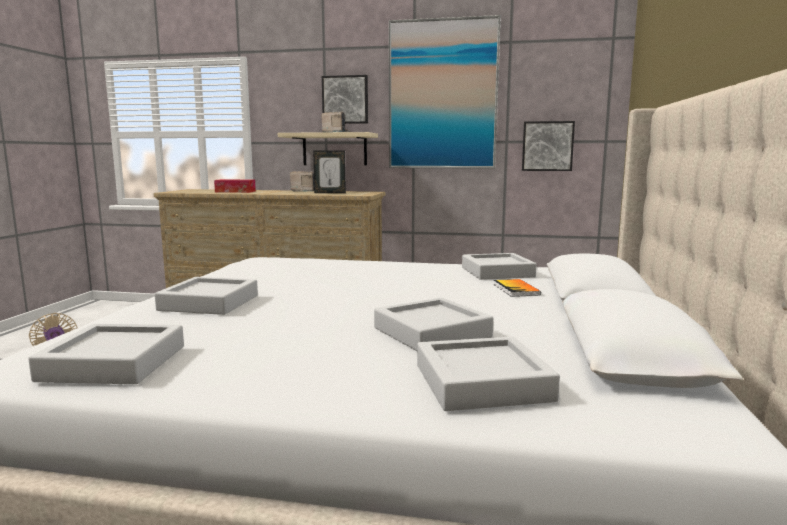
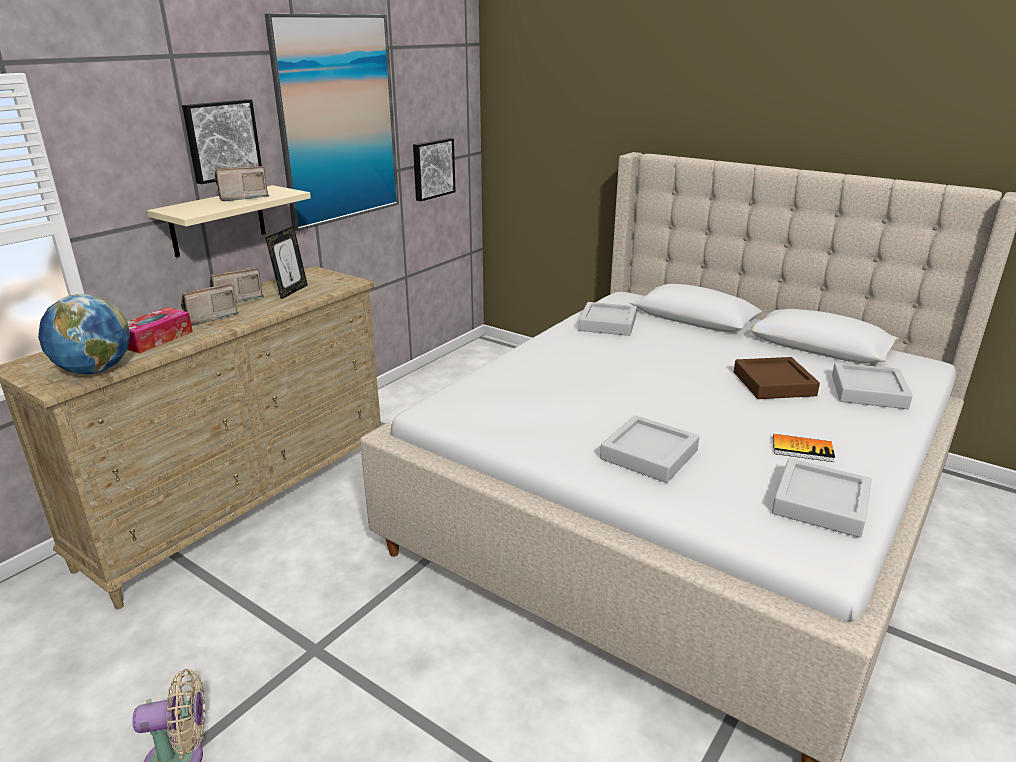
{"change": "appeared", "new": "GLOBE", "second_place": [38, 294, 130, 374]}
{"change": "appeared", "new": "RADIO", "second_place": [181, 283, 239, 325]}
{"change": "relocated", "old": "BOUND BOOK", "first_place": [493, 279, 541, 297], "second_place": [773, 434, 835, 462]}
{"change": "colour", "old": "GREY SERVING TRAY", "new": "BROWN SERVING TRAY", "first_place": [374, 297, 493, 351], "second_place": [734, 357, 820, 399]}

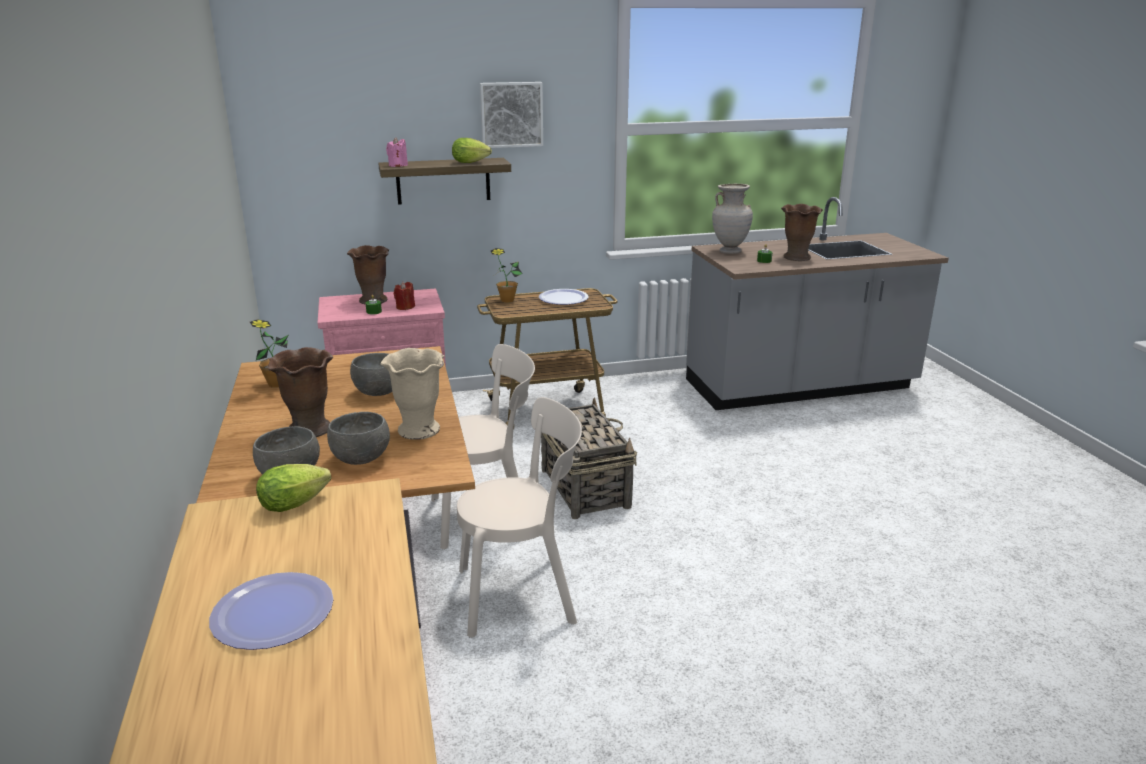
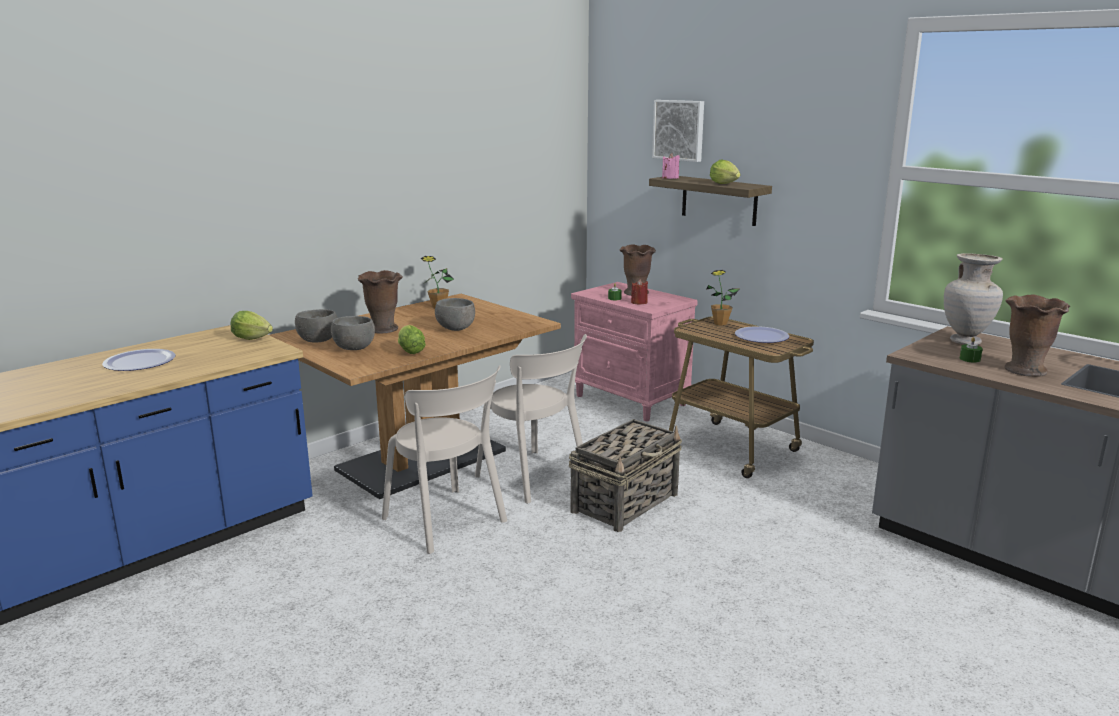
{"change": "relocated", "old": "PICTURE", "first_place": [480, 82, 543, 148], "second_place": [652, 100, 704, 162]}
{"change": "exchanged", "old": "SAND-COLOURED VASE", "new": "HEAD OF LETTUCE", "first_place": [381, 348, 444, 440], "second_place": [398, 325, 426, 354]}

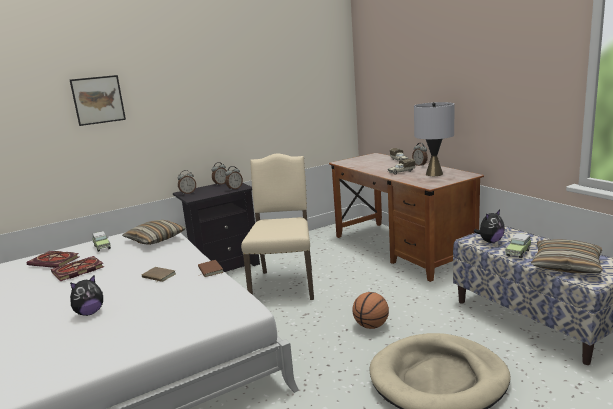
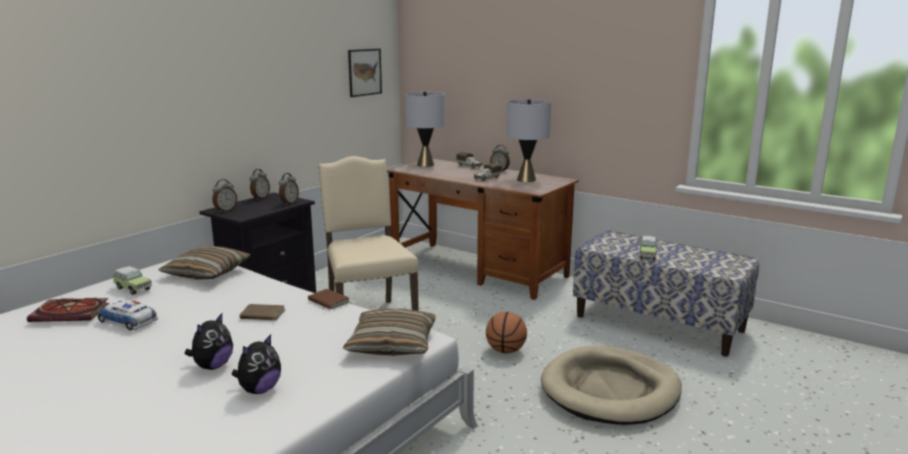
{"change": "appeared", "new": "GREY LAMP FOR A TABLE", "second_place": [405, 91, 445, 167]}
{"change": "relocated", "old": "PICTURE", "first_place": [70, 75, 126, 126], "second_place": [348, 49, 382, 97]}
{"change": "relocated", "old": "PLUSH TOY", "first_place": [474, 210, 505, 243], "second_place": [231, 334, 281, 394]}
{"change": "relocated", "old": "PILLOW", "first_place": [531, 239, 603, 273], "second_place": [343, 309, 436, 356]}
{"change": "exchanged", "old": "BOUND BOOK", "new": "MINIATURE CAR", "first_place": [51, 256, 104, 281], "second_place": [98, 300, 158, 330]}

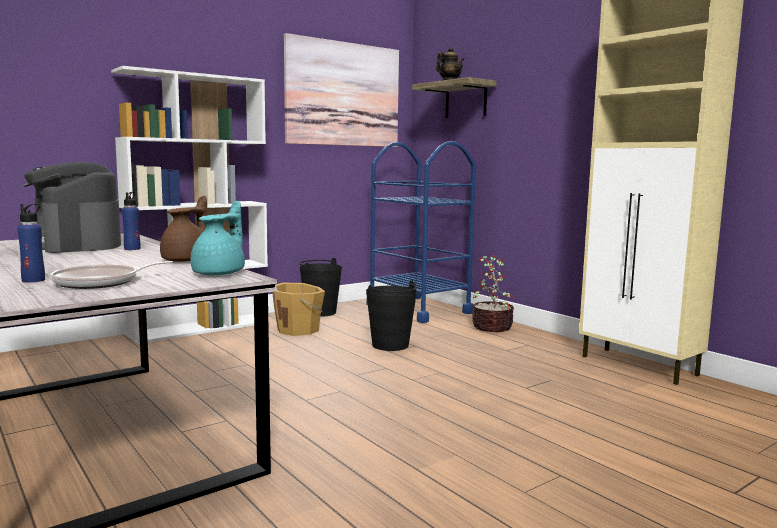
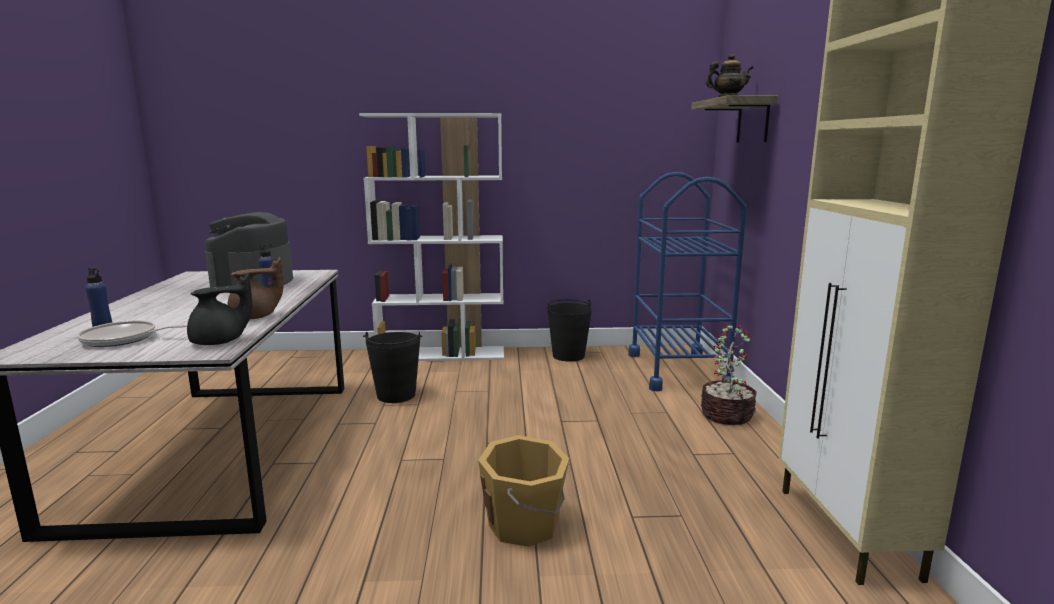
{"change": "missing", "old": "PICTURE", "first_place": [284, 33, 399, 147]}
{"change": "relocated", "old": "ORANGE BUCKET", "first_place": [272, 283, 325, 336], "second_place": [478, 435, 569, 547]}
{"change": "relocated", "old": "BLACK BUCKET", "first_place": [366, 280, 417, 351], "second_place": [363, 331, 422, 403]}
{"change": "colour", "old": "TURQUOISE-COLOURED POT FOR TEA", "new": "BLACK POT FOR TEA", "first_place": [191, 201, 245, 275], "second_place": [187, 273, 252, 345]}

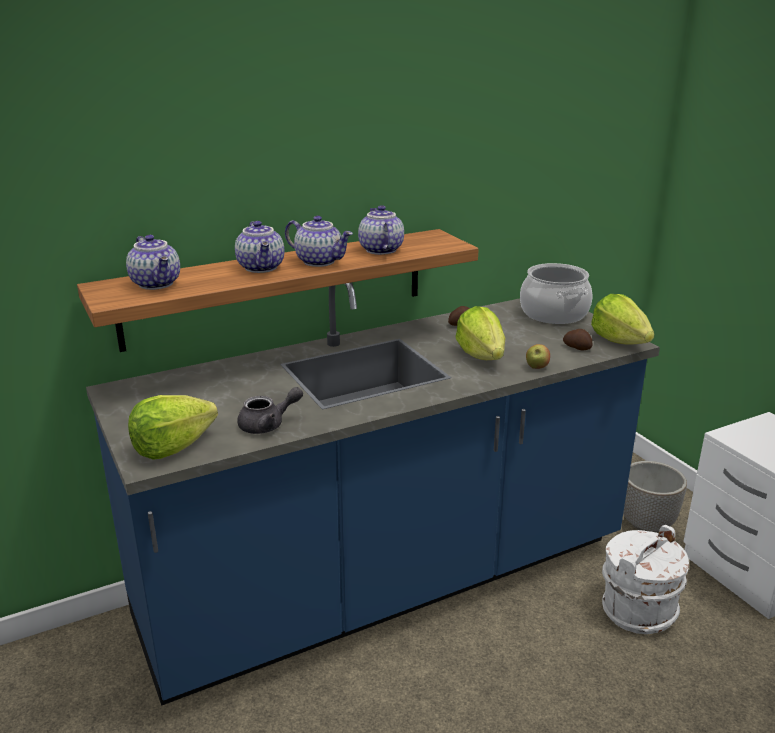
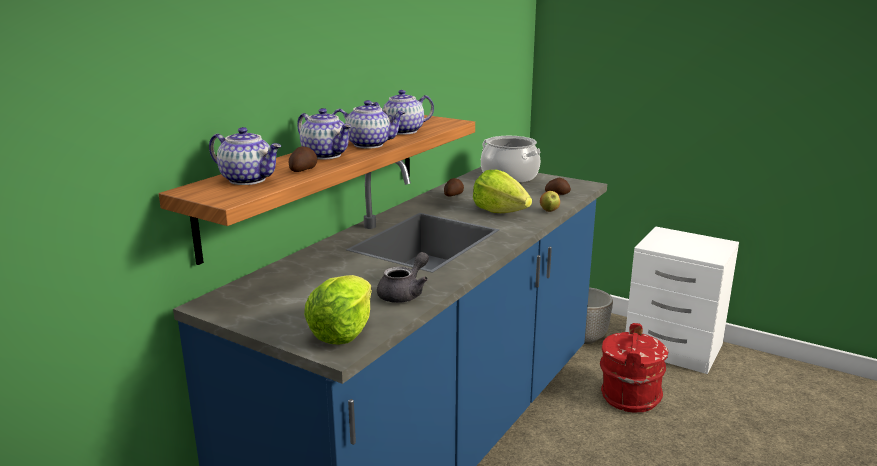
{"change": "missing", "old": "HEAD OF LETTUCE", "first_place": [591, 294, 654, 345]}
{"change": "appeared", "new": "POTATO", "second_place": [289, 146, 317, 172]}
{"change": "colour", "old": "WHITE BUCKET", "new": "REDDISH BUCKET", "first_place": [602, 525, 689, 634], "second_place": [600, 323, 668, 413]}
{"change": "spun", "old": "POT FOR TEA", "first_place": [358, 205, 404, 255], "second_place": [371, 90, 434, 135], "degrees": -75}

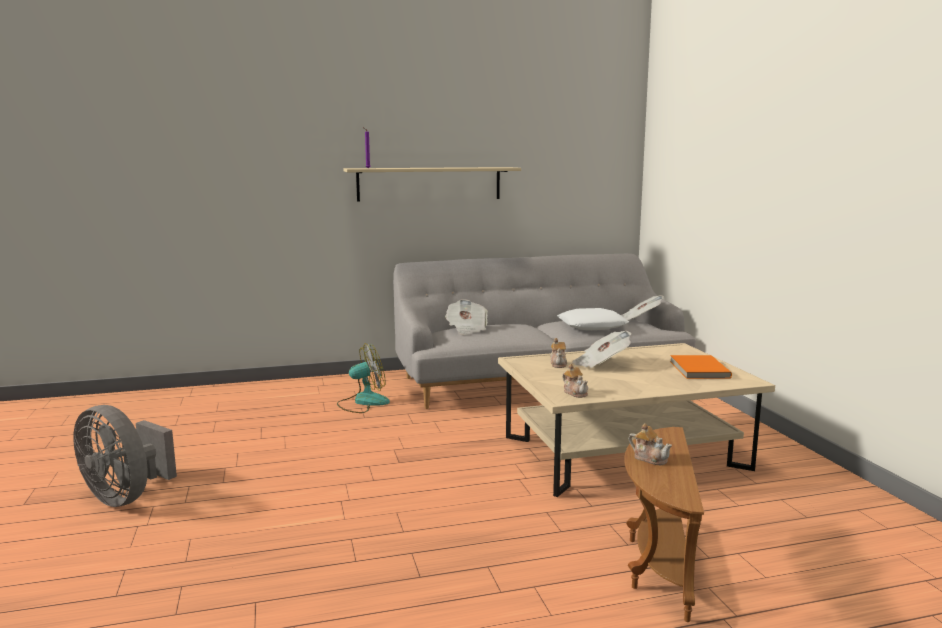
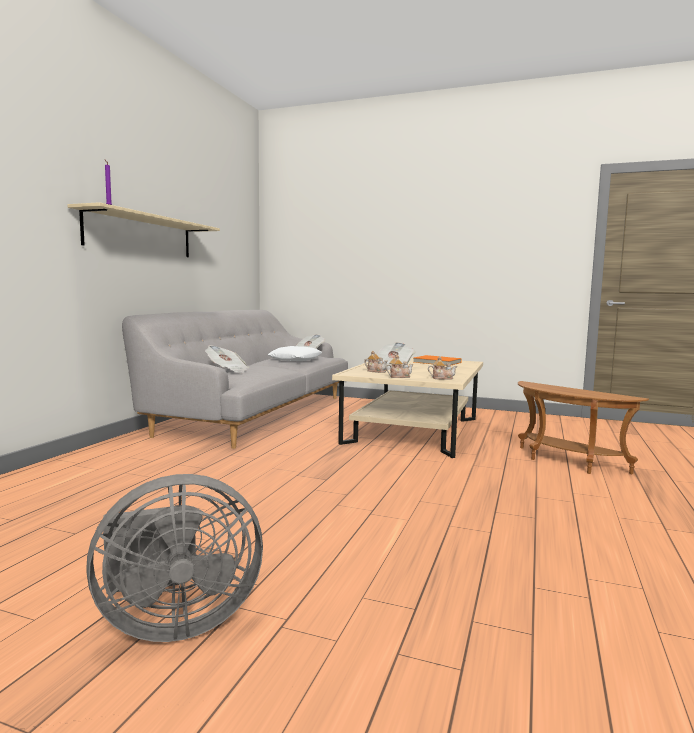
{"change": "missing", "old": "FAN", "first_place": [337, 343, 390, 413]}
{"change": "relocated", "old": "POT FOR TEA", "first_place": [629, 423, 672, 465], "second_place": [385, 355, 414, 378]}

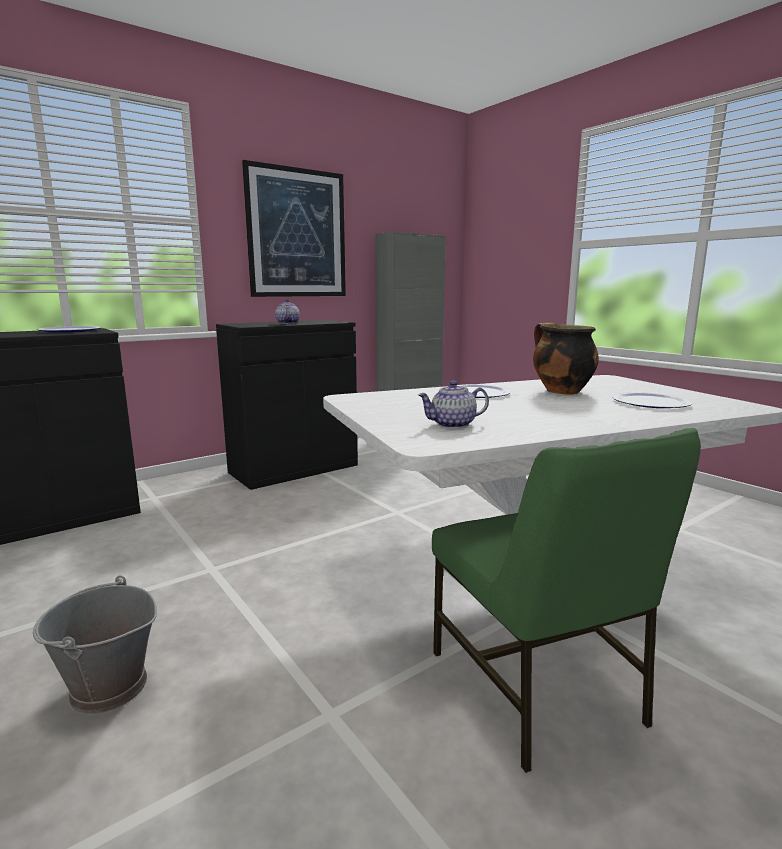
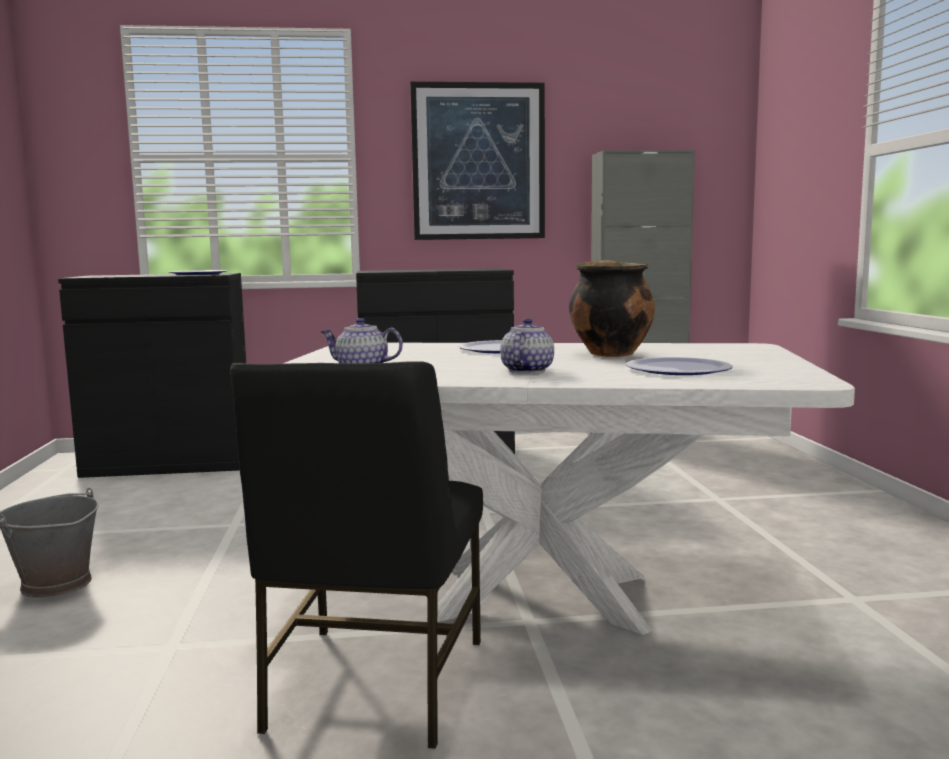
{"change": "relocated", "old": "POT FOR TEA", "first_place": [275, 299, 300, 324], "second_place": [500, 318, 554, 373]}
{"change": "colour", "old": "GREEN-COLOURED PLAIN CHAIR", "new": "BLACK PLAIN CHAIR", "first_place": [432, 428, 701, 773], "second_place": [230, 361, 483, 749]}

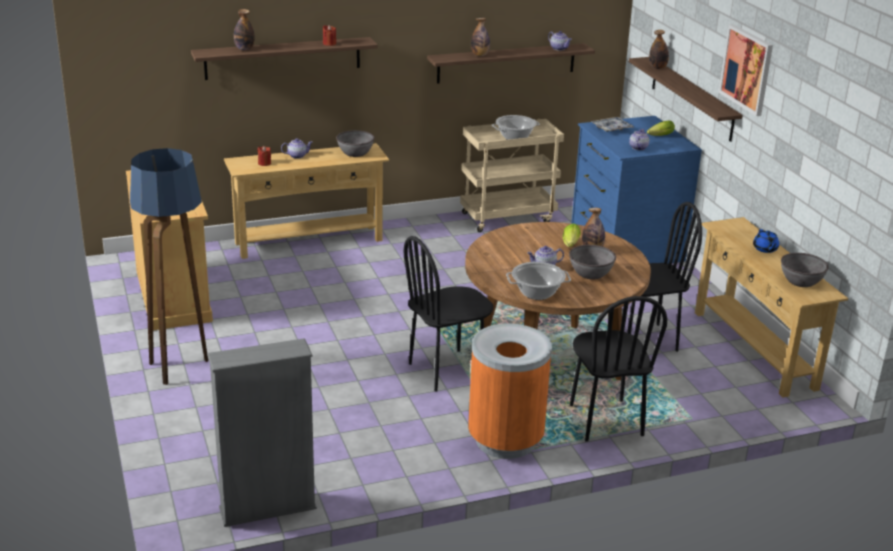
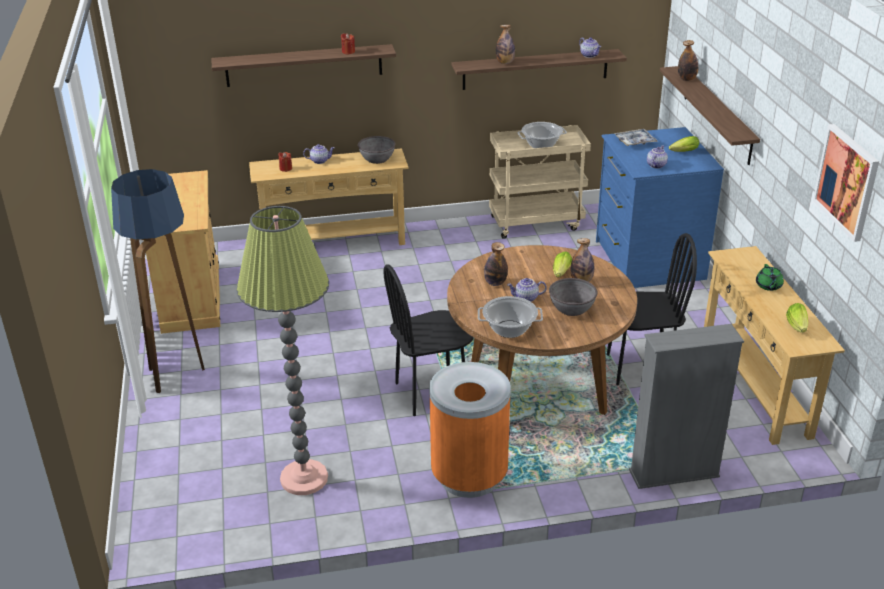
{"change": "missing", "old": "BLACK PLAIN CHAIR", "first_place": [570, 296, 667, 442]}
{"change": "appeared", "new": "FLOOR LAMP", "second_place": [237, 206, 329, 495]}
{"change": "relocated", "old": "GREY SHELVING UNIT", "first_place": [207, 338, 317, 527], "second_place": [629, 324, 744, 489]}
{"change": "relocated", "old": "BEVERAGE BOTTLE", "first_place": [234, 9, 255, 50], "second_place": [484, 242, 508, 286]}
{"change": "relocated", "old": "PICTURE", "first_place": [719, 24, 773, 116], "second_place": [813, 124, 879, 242]}
{"change": "exchanged", "old": "GREY DEEP DISH", "new": "HEAD OF LETTUCE", "first_place": [781, 253, 829, 287], "second_place": [786, 303, 809, 333]}
{"change": "colour", "old": "BLUISH POT FOR TEA", "new": "GREEN-COLOURED POT FOR TEA", "first_place": [753, 229, 779, 253], "second_place": [756, 264, 784, 291]}

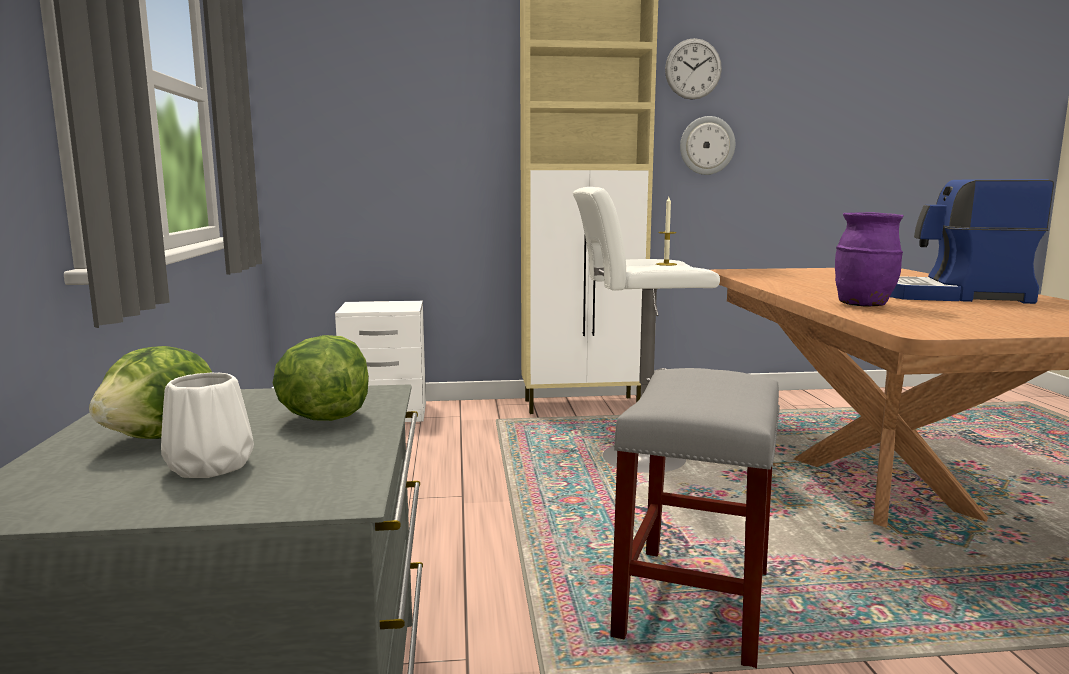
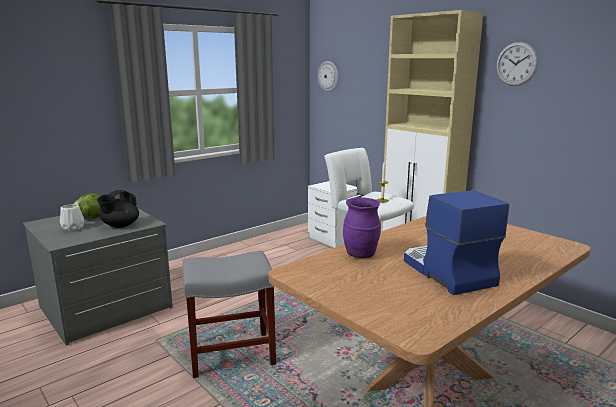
{"change": "relocated", "old": "CLOCK ON THE WALL", "first_place": [680, 116, 735, 175], "second_place": [318, 61, 338, 92]}
{"change": "exchanged", "old": "HEAD OF LETTUCE", "new": "BLACK POT FOR TEA", "first_place": [273, 335, 369, 421], "second_place": [97, 190, 139, 228]}

